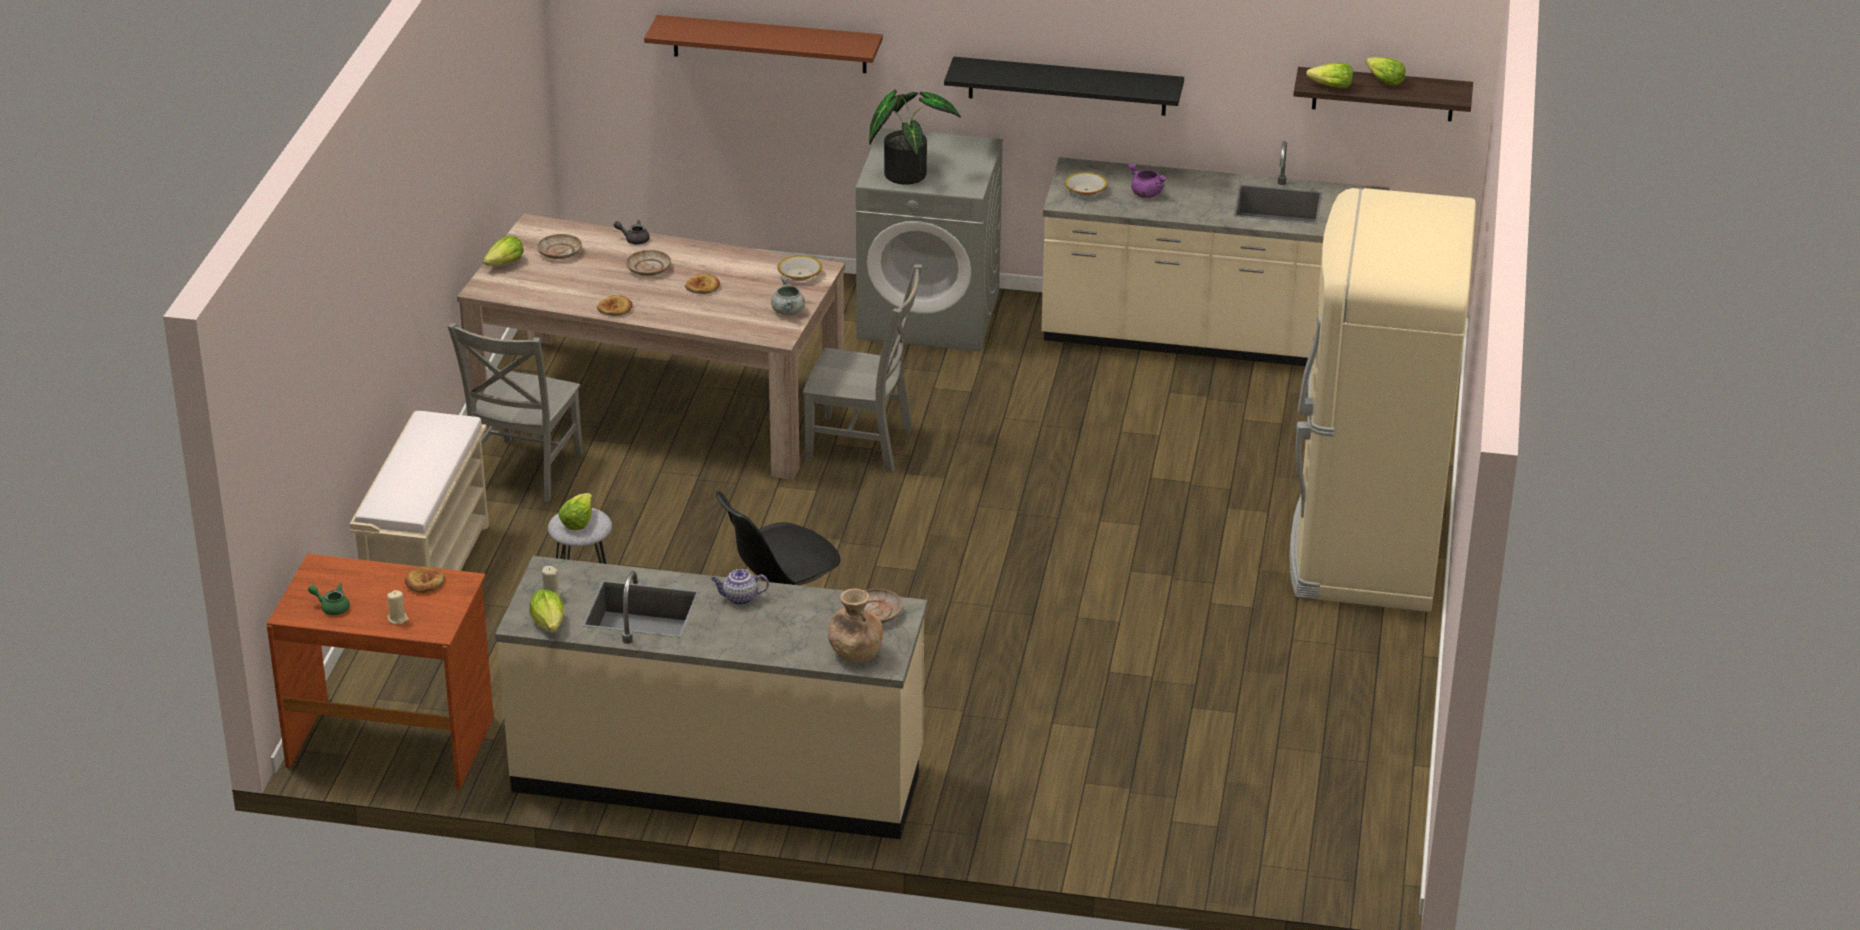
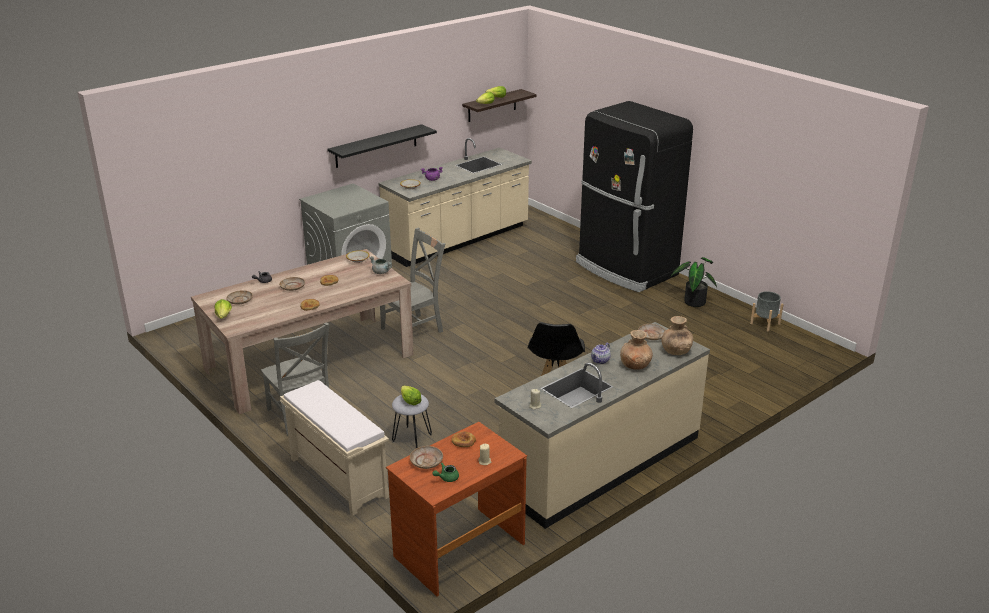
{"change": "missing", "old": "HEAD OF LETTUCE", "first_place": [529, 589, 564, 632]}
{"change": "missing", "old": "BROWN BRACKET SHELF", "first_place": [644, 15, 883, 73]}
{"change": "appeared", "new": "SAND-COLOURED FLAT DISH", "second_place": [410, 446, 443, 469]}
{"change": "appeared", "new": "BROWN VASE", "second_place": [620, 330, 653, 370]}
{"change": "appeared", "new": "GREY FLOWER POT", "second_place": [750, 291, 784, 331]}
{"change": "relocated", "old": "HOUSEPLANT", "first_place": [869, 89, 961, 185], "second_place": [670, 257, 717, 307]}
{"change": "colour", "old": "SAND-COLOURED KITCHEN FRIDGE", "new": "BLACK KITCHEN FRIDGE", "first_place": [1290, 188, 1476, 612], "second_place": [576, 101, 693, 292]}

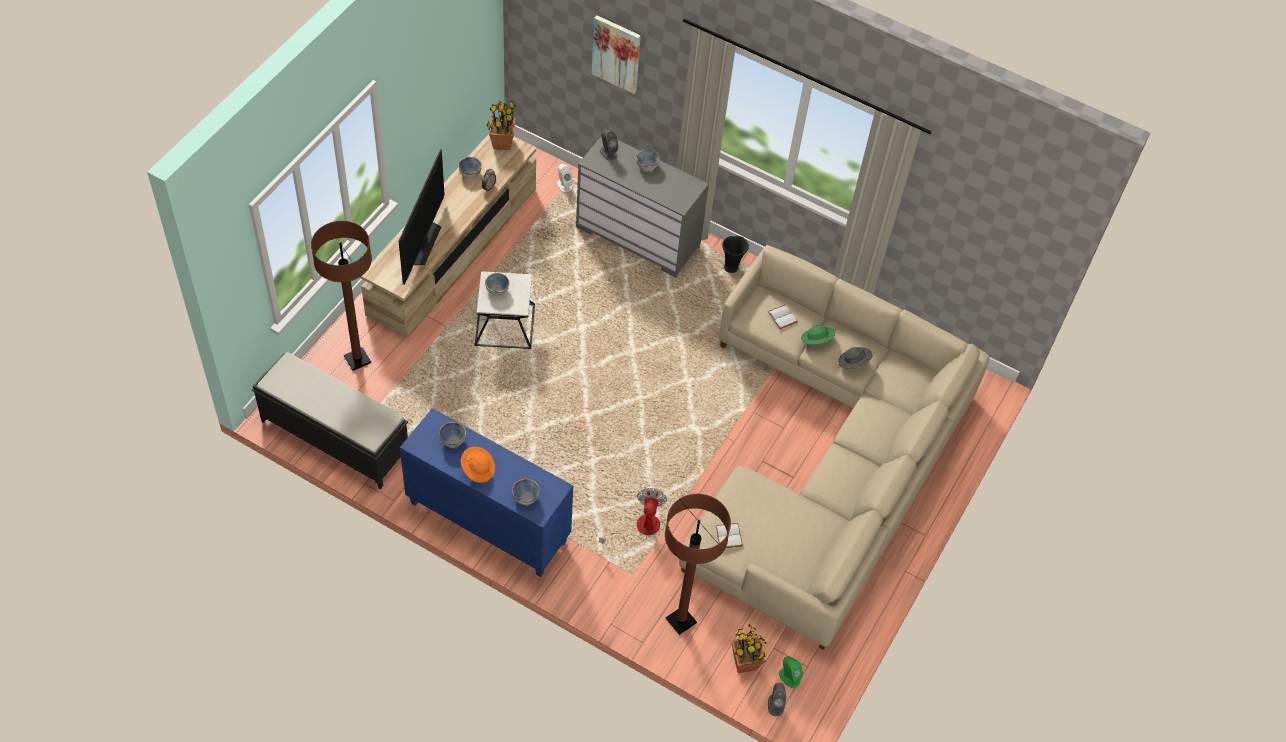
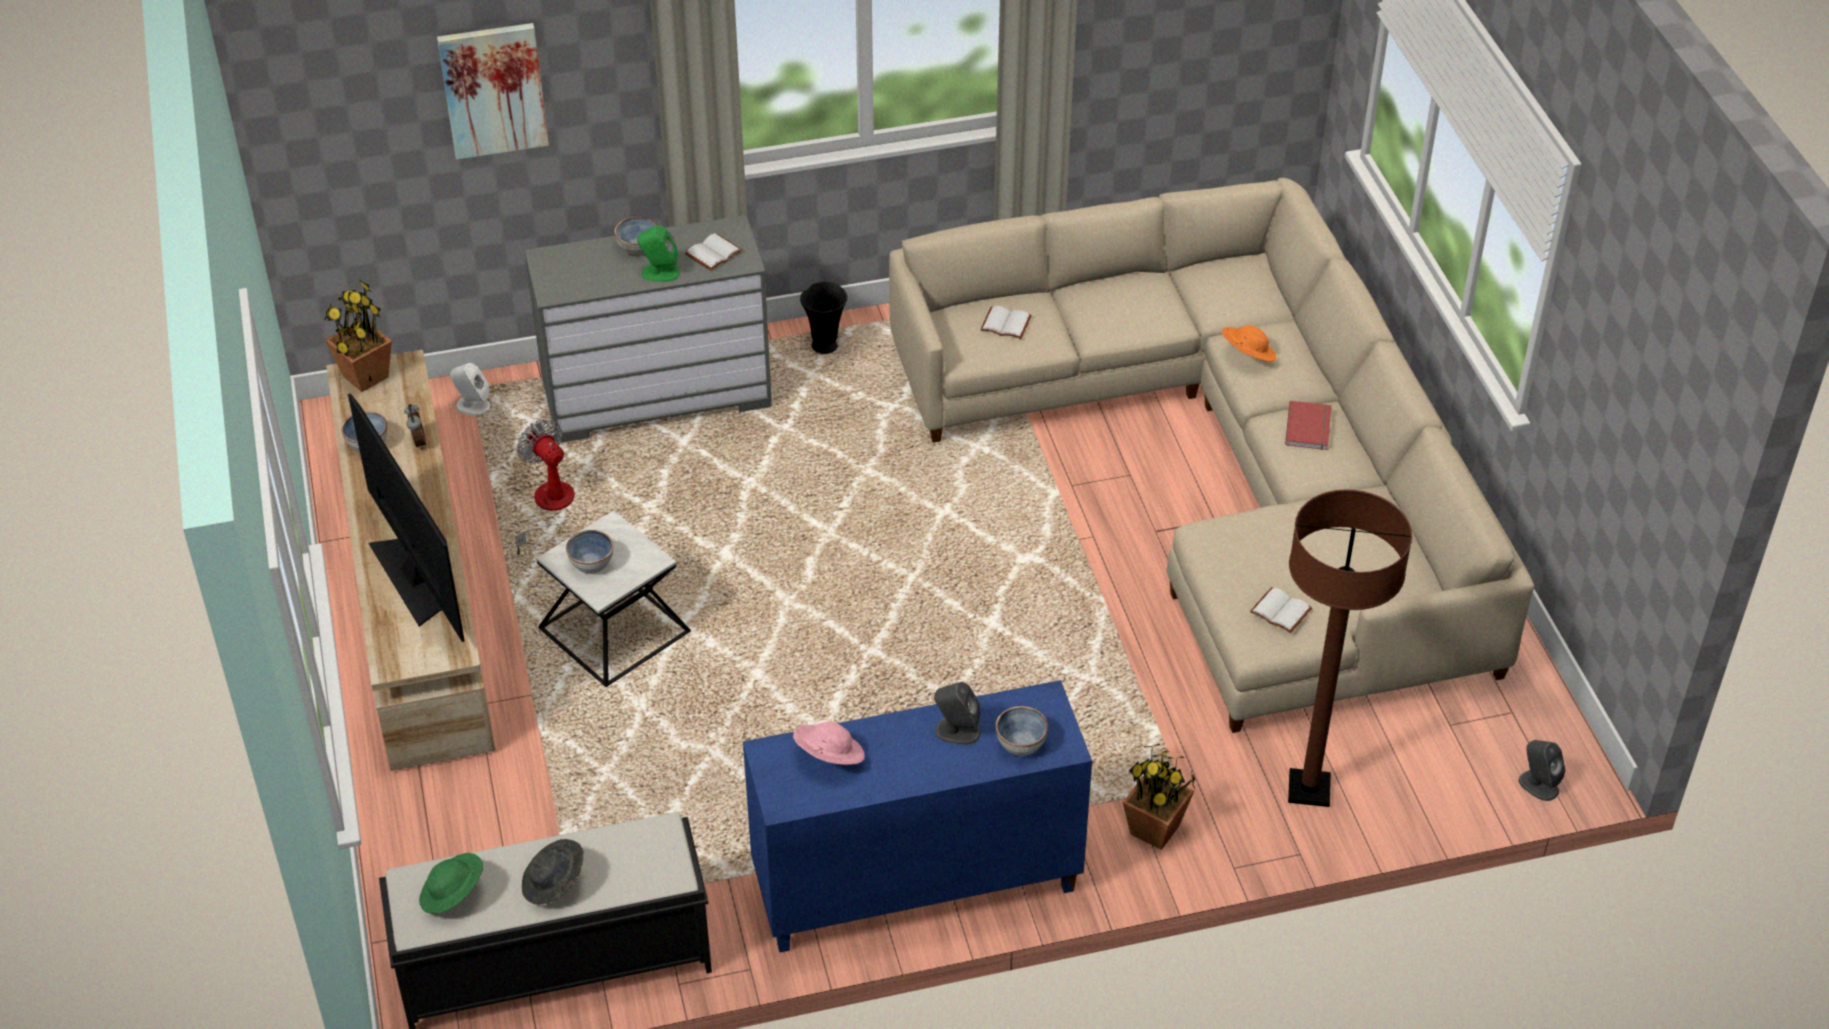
{"change": "missing", "old": "BROWN FLOOR LAMP", "first_place": [311, 221, 372, 371]}
{"change": "appeared", "new": "WHITE BOUND BOOK", "second_place": [685, 233, 743, 271]}
{"change": "appeared", "new": "REDDISH BOUND BOOK", "second_place": [1285, 401, 1332, 450]}
{"change": "relocated", "old": "ORANGE HAT", "first_place": [460, 447, 495, 483], "second_place": [1222, 325, 1276, 362]}
{"change": "relocated", "old": "FAN", "first_place": [599, 488, 667, 546], "second_place": [515, 419, 575, 555]}
{"change": "relocated", "old": "GREY SPEAKER", "first_place": [600, 129, 619, 161], "second_place": [934, 682, 981, 745]}
{"change": "relocated", "old": "HOUSEPLANT", "first_place": [731, 624, 767, 673], "second_place": [1122, 744, 1195, 850]}
{"change": "relocated", "old": "GREEN-COLOURED SPEAKER", "first_place": [779, 656, 803, 688], "second_place": [637, 225, 680, 282]}
{"change": "relocated", "old": "GREEN-COLOURED HAT", "first_place": [801, 325, 835, 345], "second_place": [419, 853, 483, 914]}
{"change": "relocated", "old": "GREY HAT", "first_place": [838, 347, 872, 369], "second_place": [522, 839, 584, 905]}
{"change": "exchanged", "old": "DEEP DISH", "new": "PINK HAT", "first_place": [439, 422, 466, 448], "second_place": [793, 722, 864, 765]}

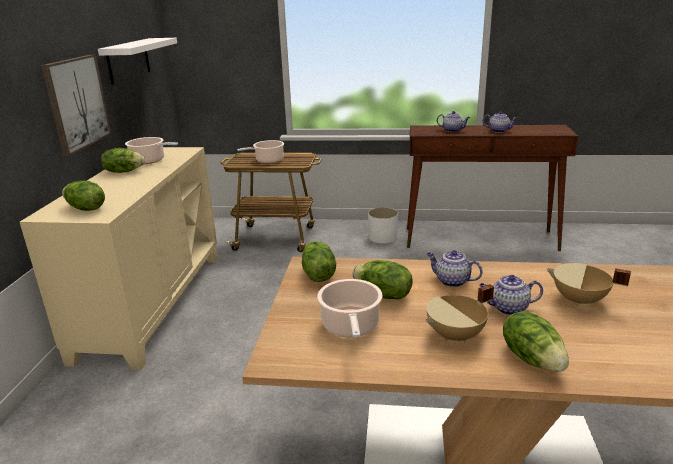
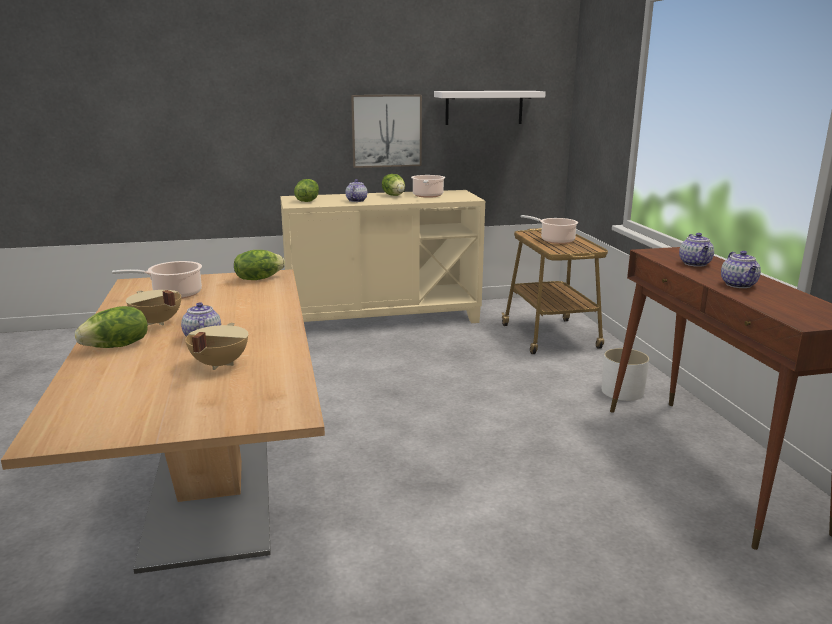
{"change": "missing", "old": "HEAD OF LETTUCE", "first_place": [352, 260, 412, 299]}
{"change": "relocated", "old": "POT FOR TEA", "first_place": [427, 250, 483, 287], "second_place": [345, 179, 367, 202]}

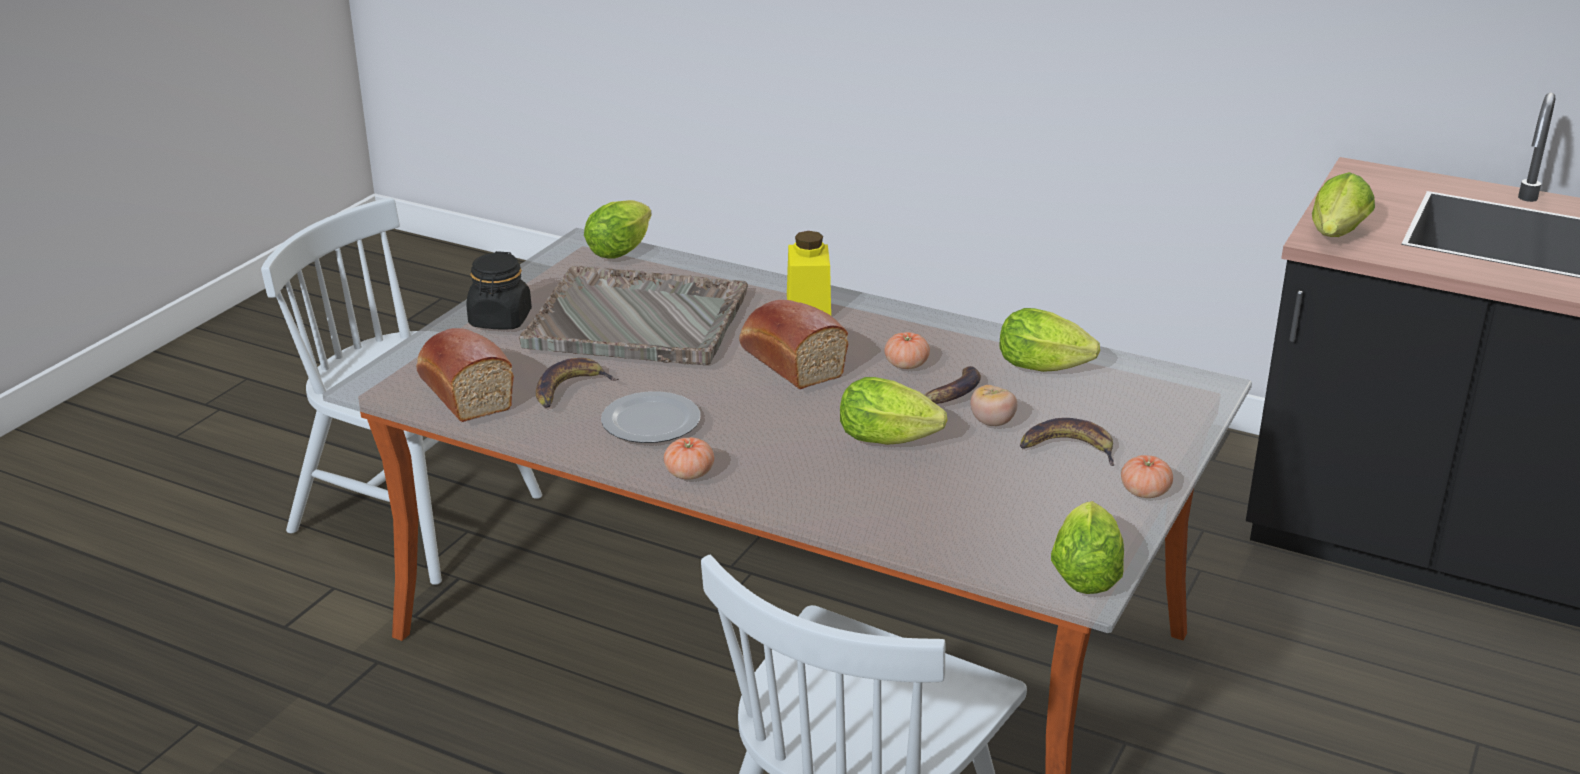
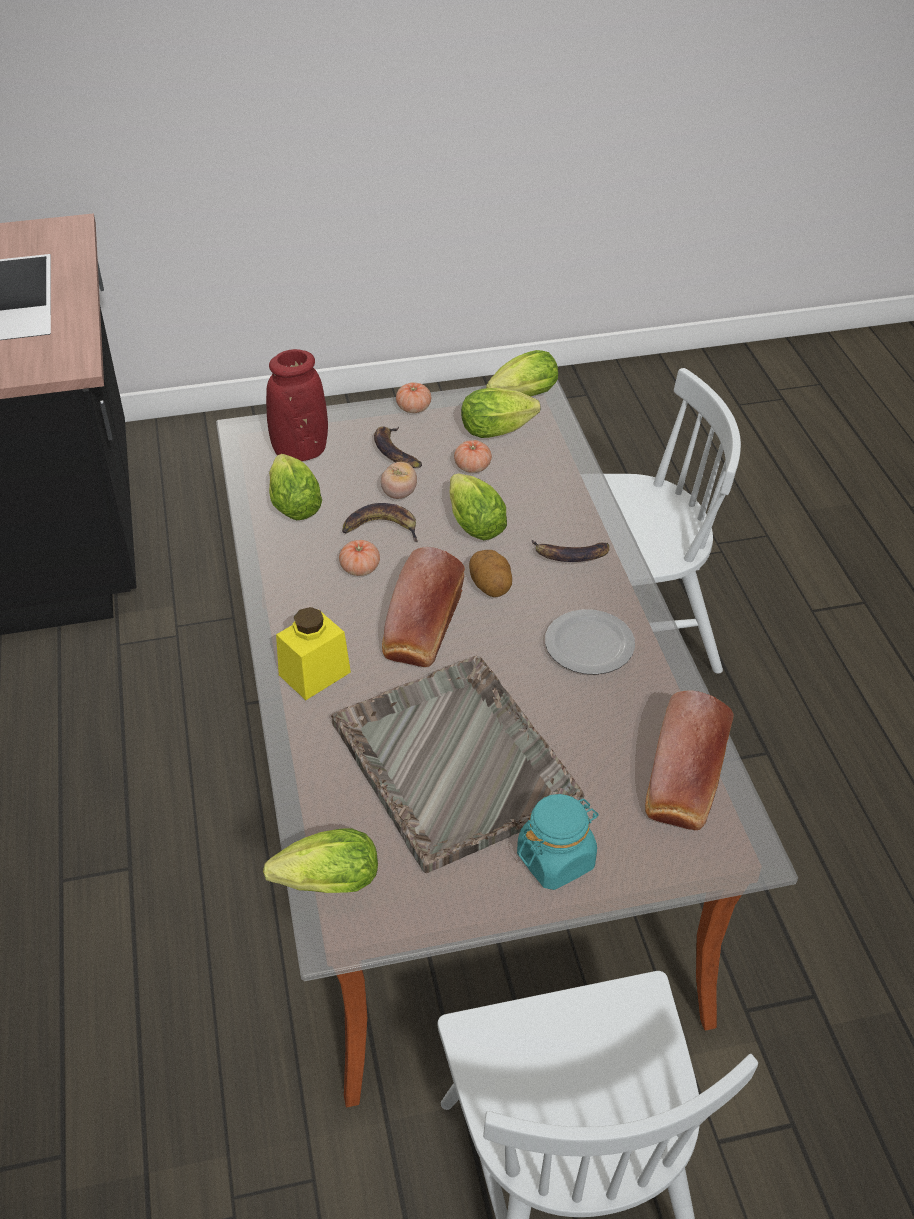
{"change": "appeared", "new": "REDDISH VASE", "second_place": [266, 349, 328, 461]}
{"change": "appeared", "new": "POTATO", "second_place": [469, 550, 512, 597]}
{"change": "relocated", "old": "BANANA FRUIT", "first_place": [536, 358, 618, 408], "second_place": [532, 540, 609, 562]}
{"change": "relocated", "old": "WHOLE TOMATO", "first_place": [664, 437, 714, 479], "second_place": [454, 440, 492, 473]}
{"change": "relocated", "old": "HEAD OF LETTUCE", "first_place": [1312, 172, 1375, 237], "second_place": [461, 388, 541, 438]}
{"change": "colour", "old": "BLACK JAR", "new": "TURQUOISE-COLOURED JAR", "first_place": [466, 251, 532, 330], "second_place": [517, 794, 598, 890]}

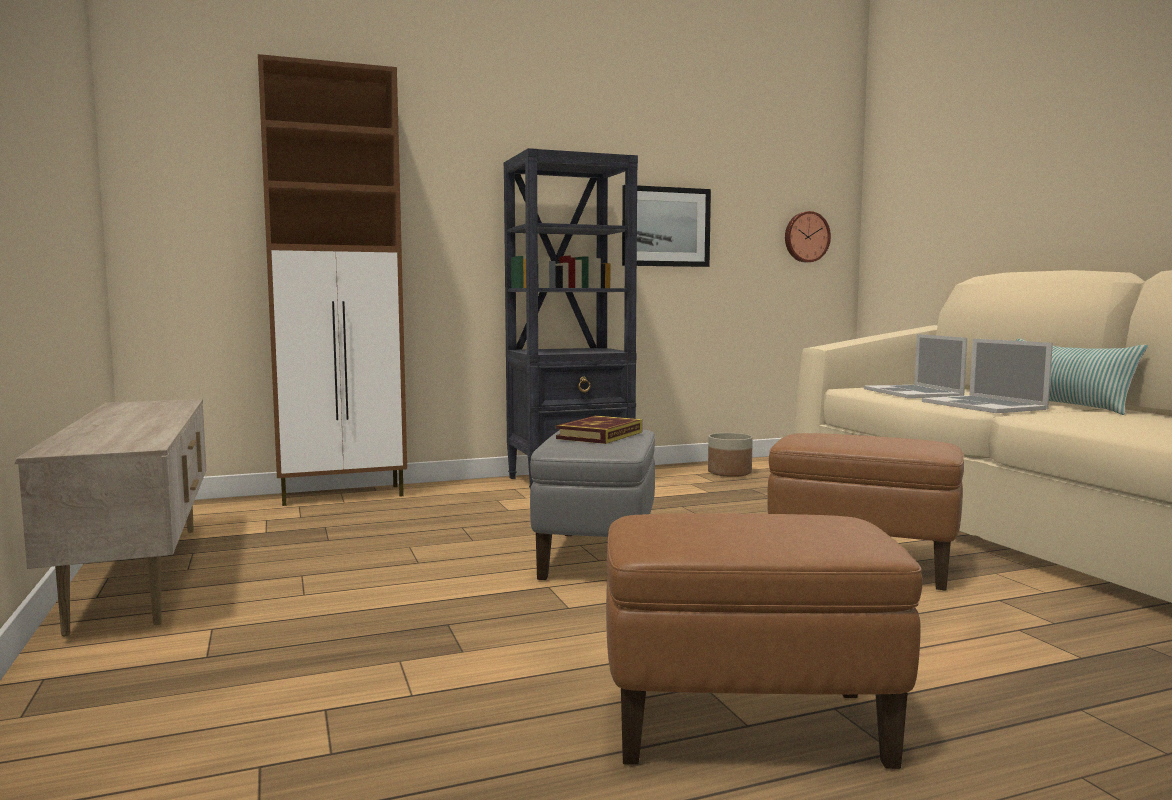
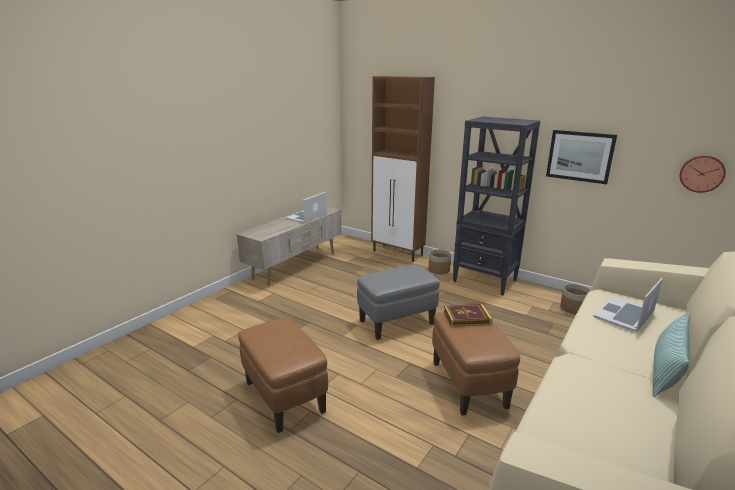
{"change": "appeared", "new": "FLOWER POT", "second_place": [428, 249, 451, 274]}
{"change": "relocated", "old": "BOUND BOOK", "first_place": [556, 416, 642, 444], "second_place": [444, 304, 492, 327]}
{"change": "relocated", "old": "NOTEBOOK COMPUTER", "first_place": [922, 338, 1053, 413], "second_place": [285, 192, 327, 223]}

